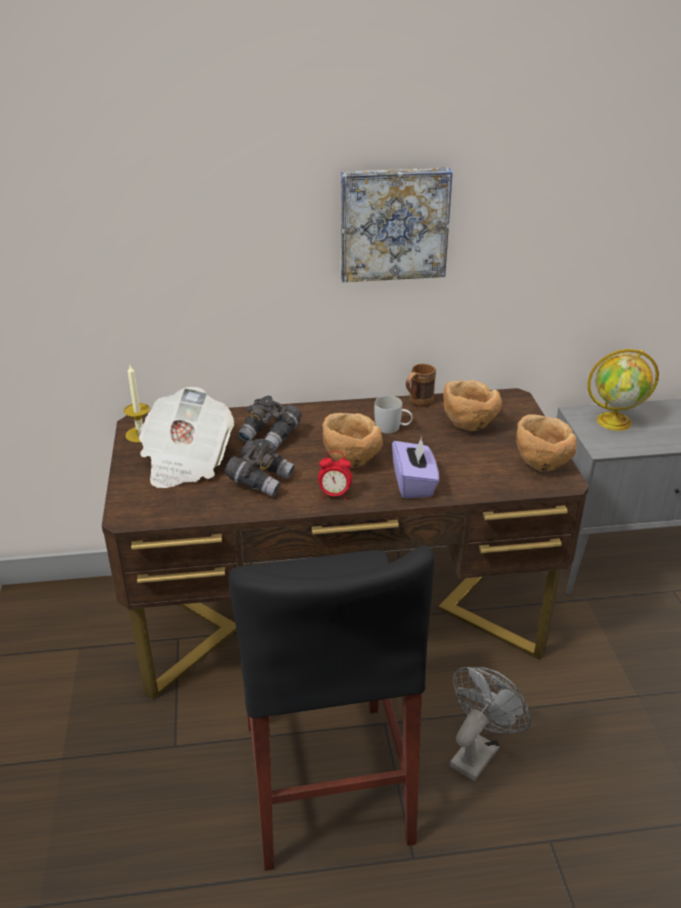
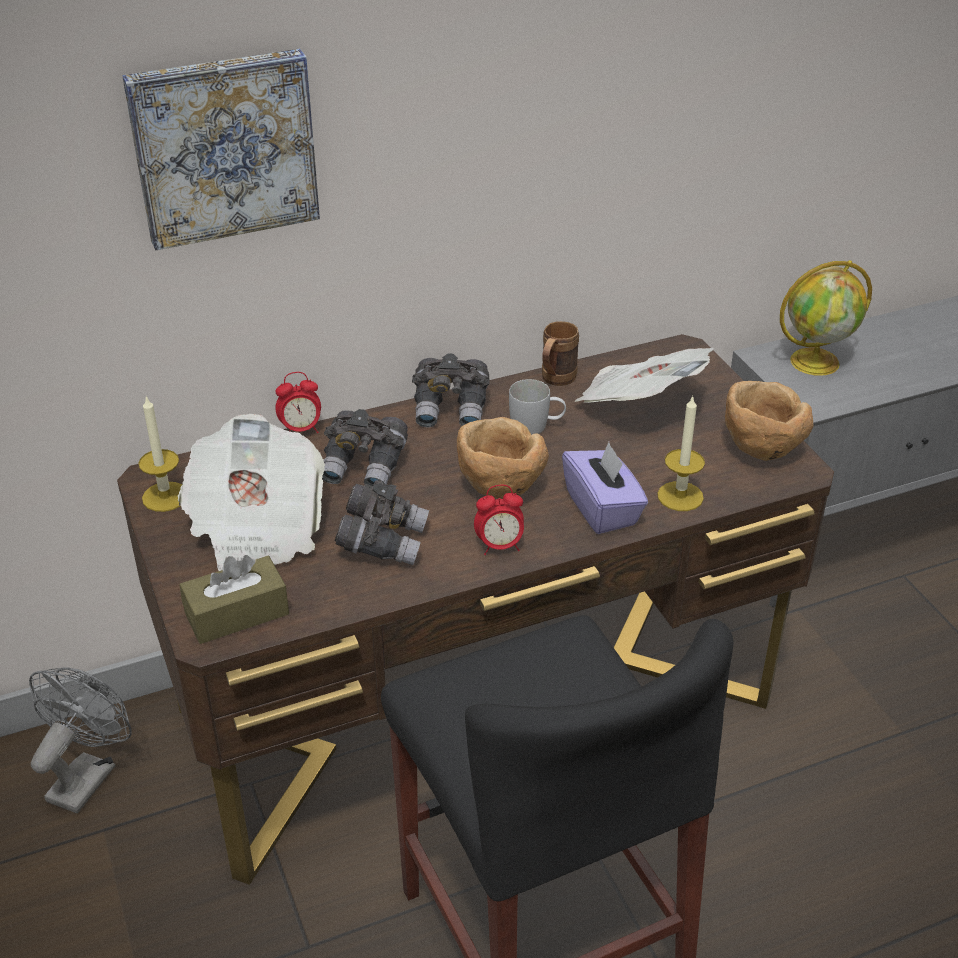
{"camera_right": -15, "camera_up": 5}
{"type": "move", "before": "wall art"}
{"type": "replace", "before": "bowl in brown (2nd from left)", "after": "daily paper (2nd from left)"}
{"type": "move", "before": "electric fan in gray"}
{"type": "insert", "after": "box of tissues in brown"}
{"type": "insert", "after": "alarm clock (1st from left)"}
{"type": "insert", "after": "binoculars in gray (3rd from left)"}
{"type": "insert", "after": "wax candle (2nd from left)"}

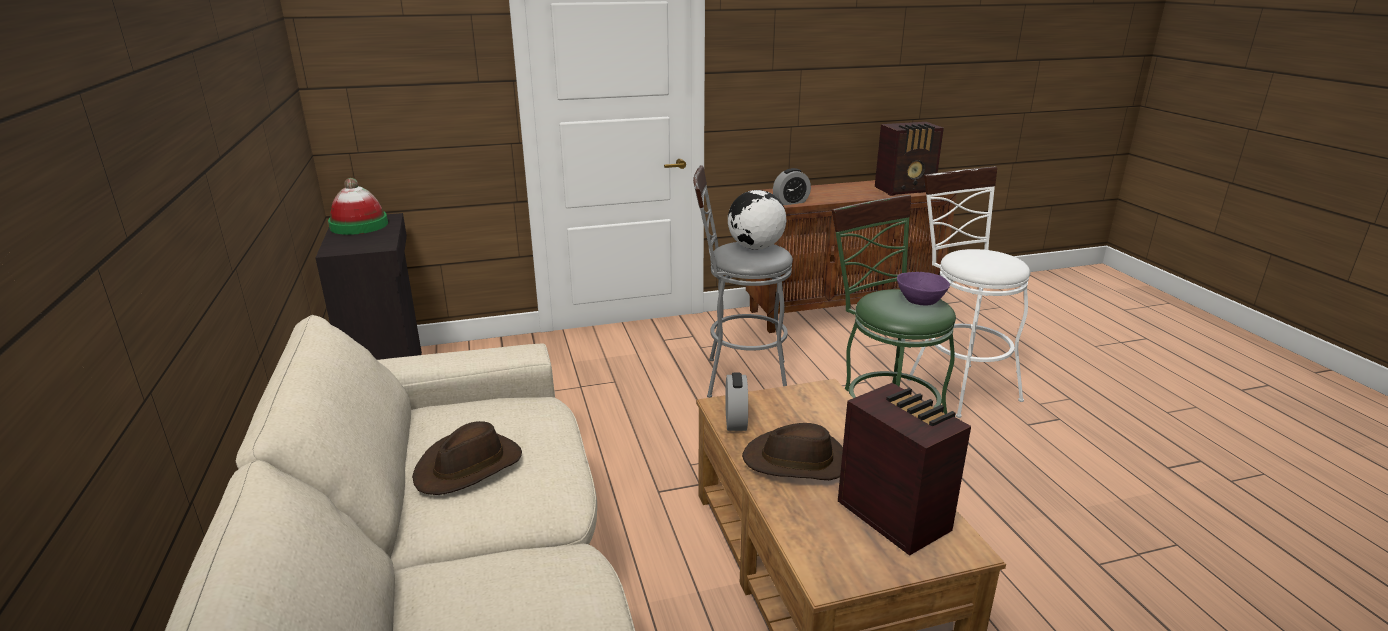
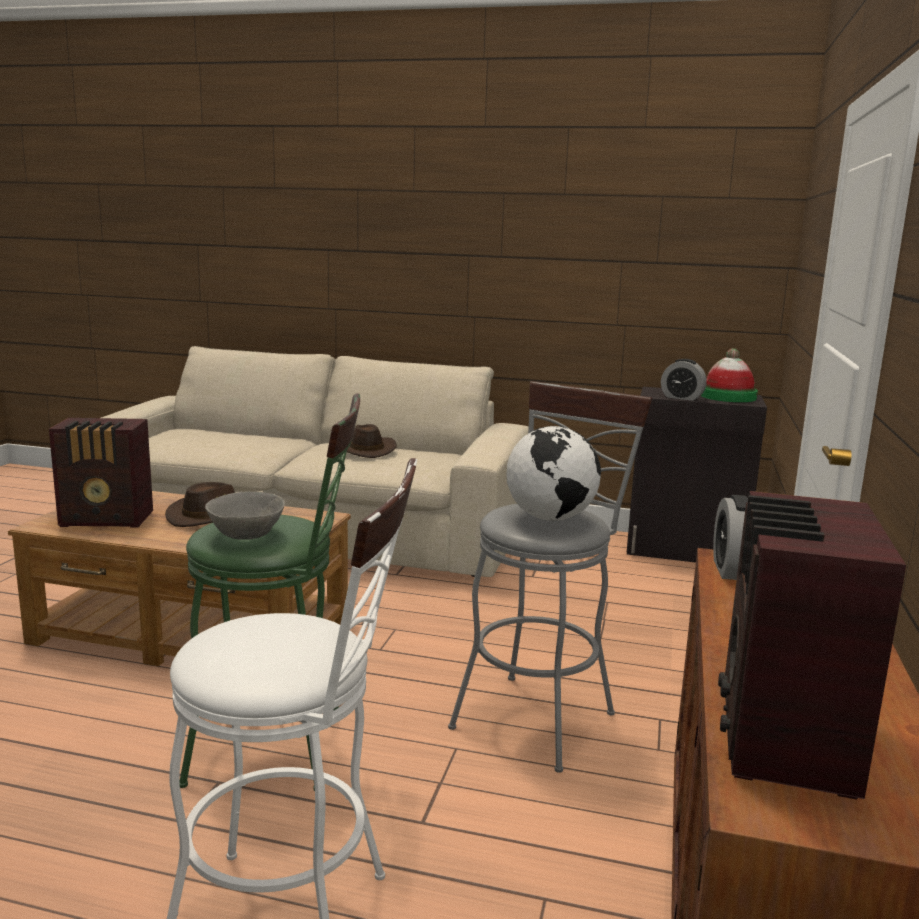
{"camera_right": 120, "camera_up": -10}
{"type": "move", "before": "alarm clock (1st from left)"}
{"type": "recolor", "before": "bowl in purplish", "after": "bowl in gray"}

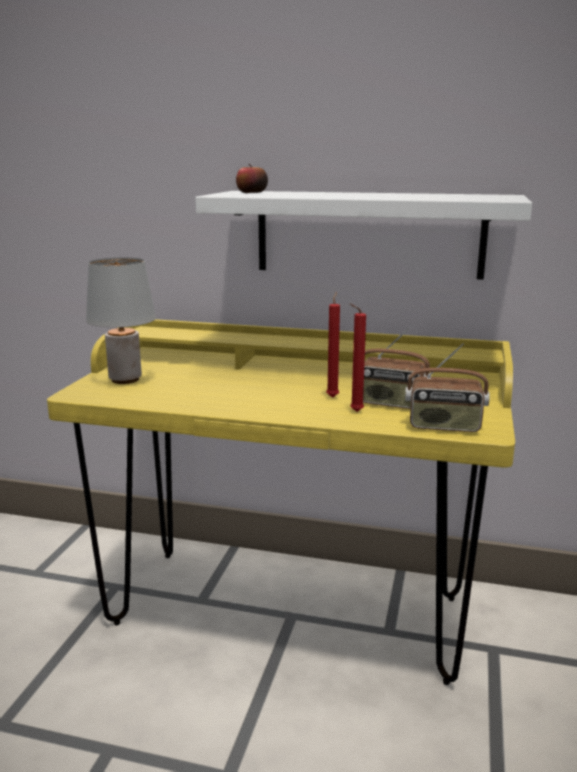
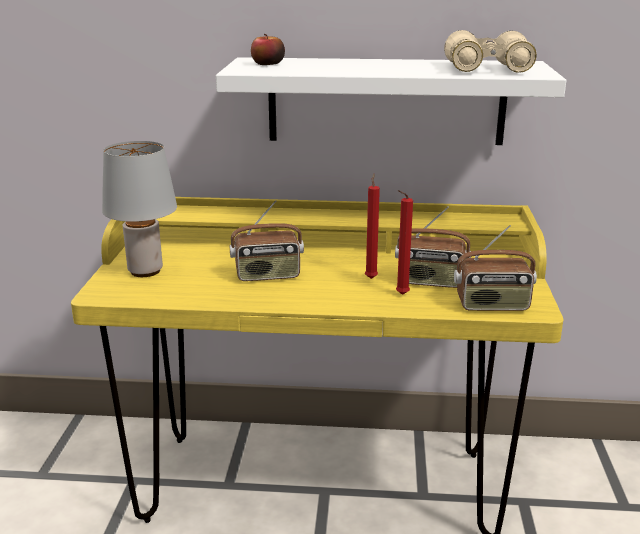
{"camera_right": -10, "camera_up": 5}
{"type": "insert", "after": "radio receiver (1st from left)"}
{"type": "insert", "after": "binoculars in beige-coloured"}

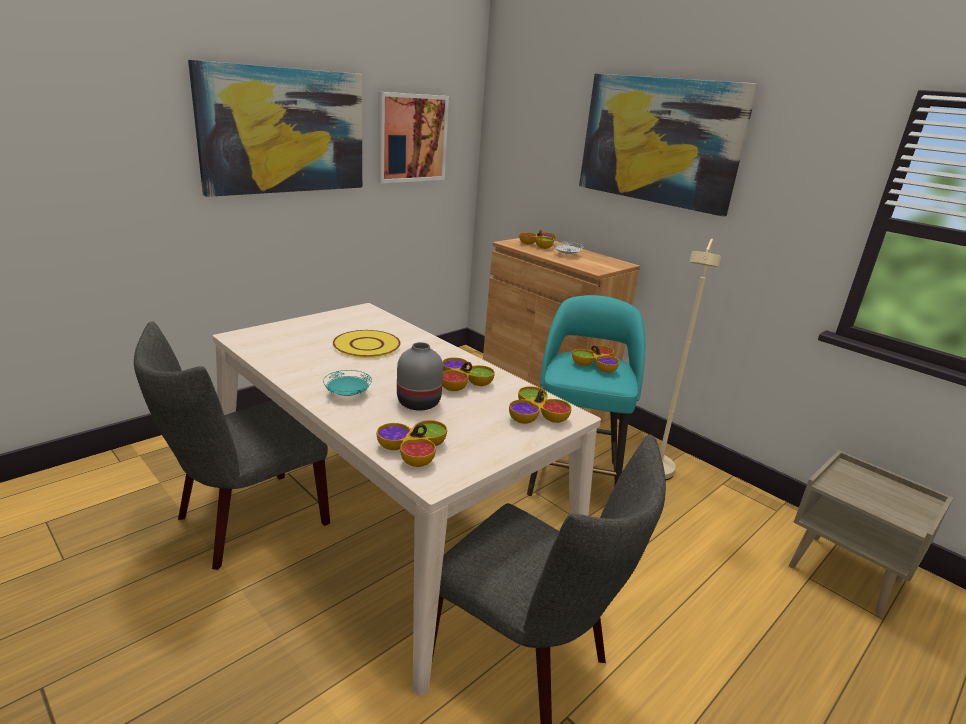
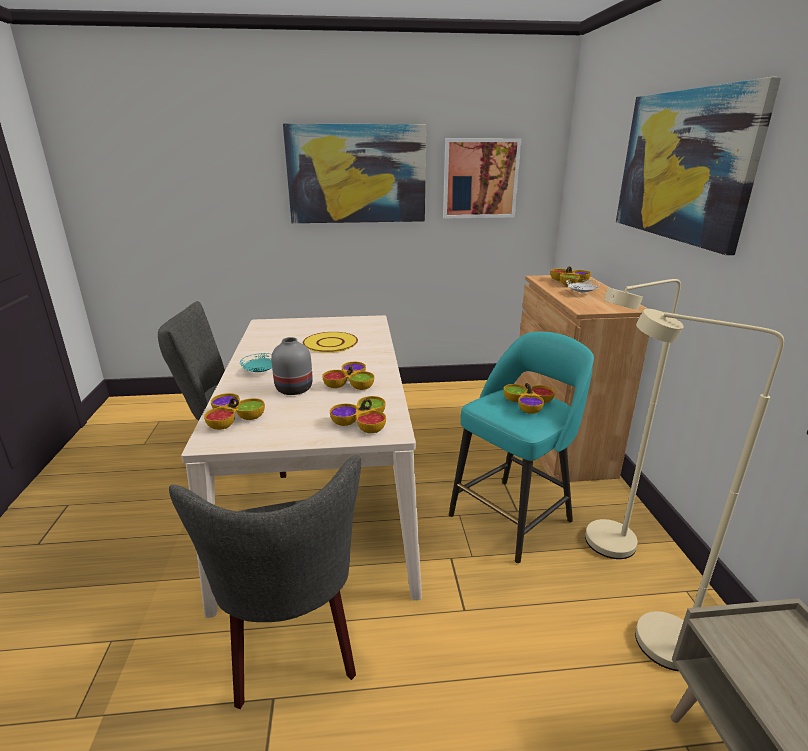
{"camera_right": 40, "camera_up": 0}
{"type": "insert", "after": "standing lamp in beige-coloured (2nd from left)"}

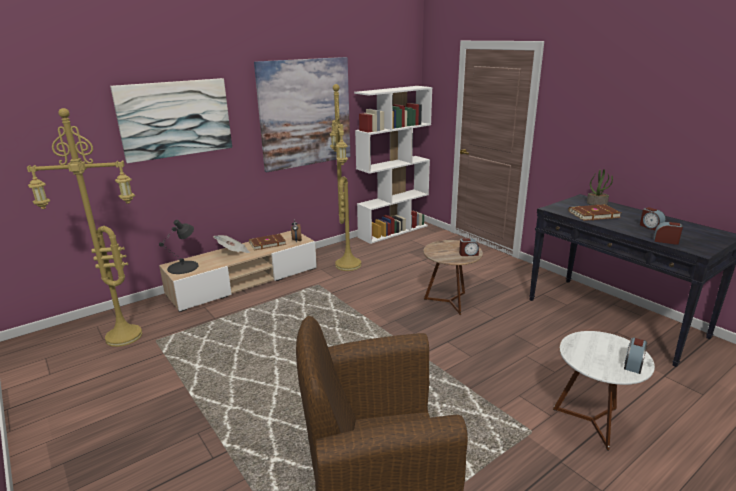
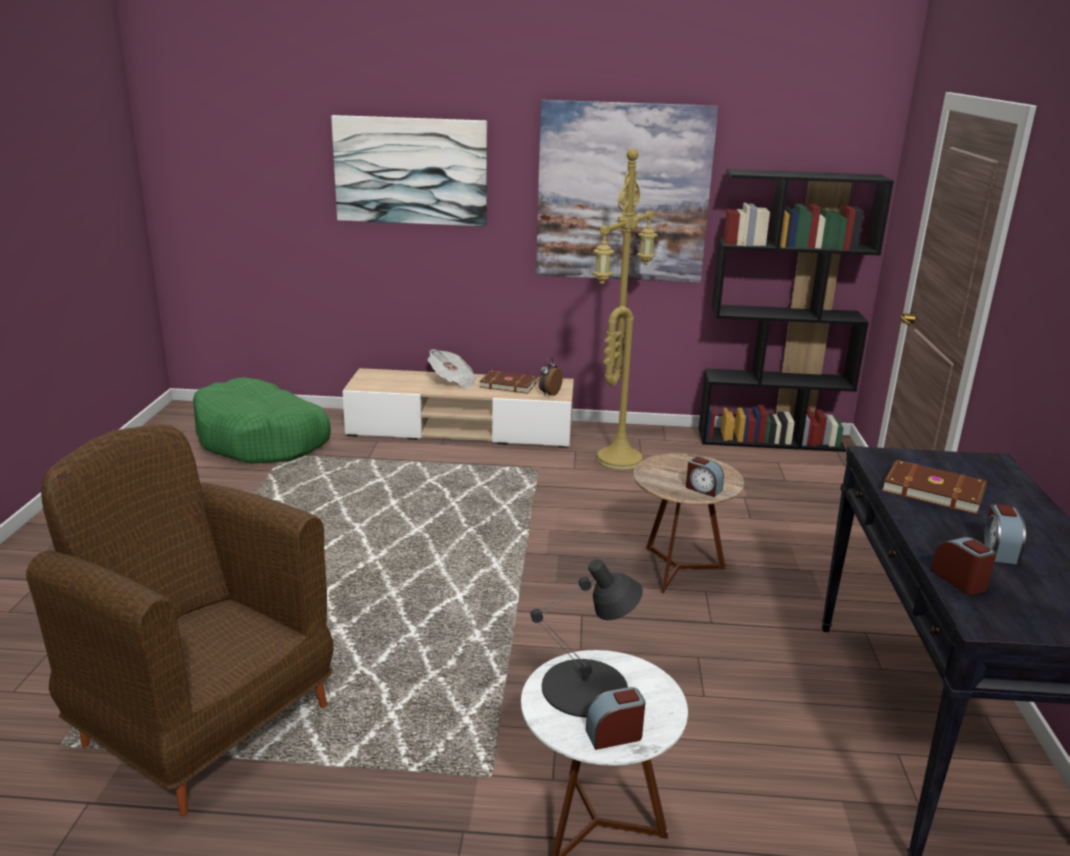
{"camera_right": 40, "camera_up": 0}
{"type": "replace", "before": "standing lamp in yellowish (1st from left)", "after": "pet bed in green-coloured"}
{"type": "move", "before": "table lamp in blackish"}
{"type": "recolor", "before": "bookcase in white-coloured", "after": "bookcase in blackish"}
{"type": "delete", "before": "houseplant"}

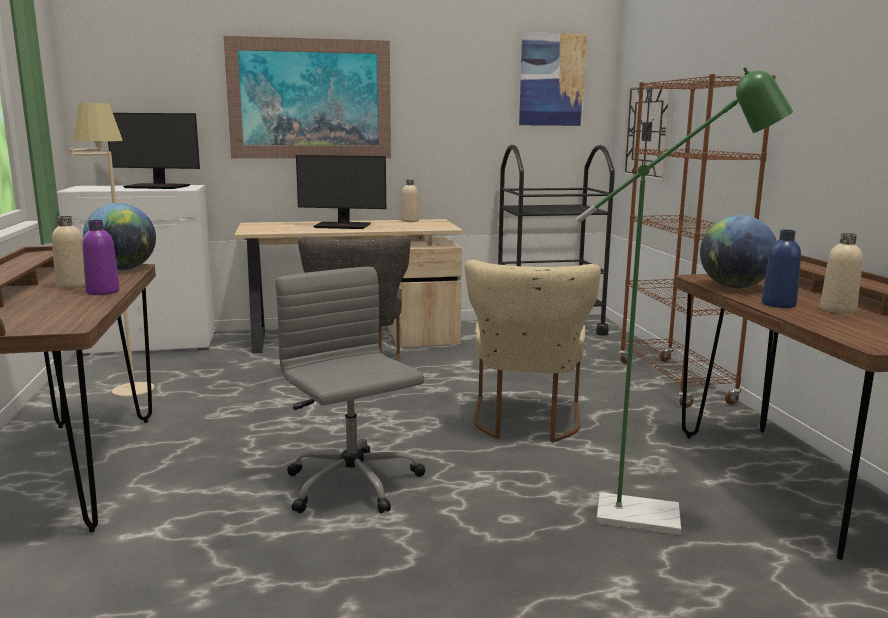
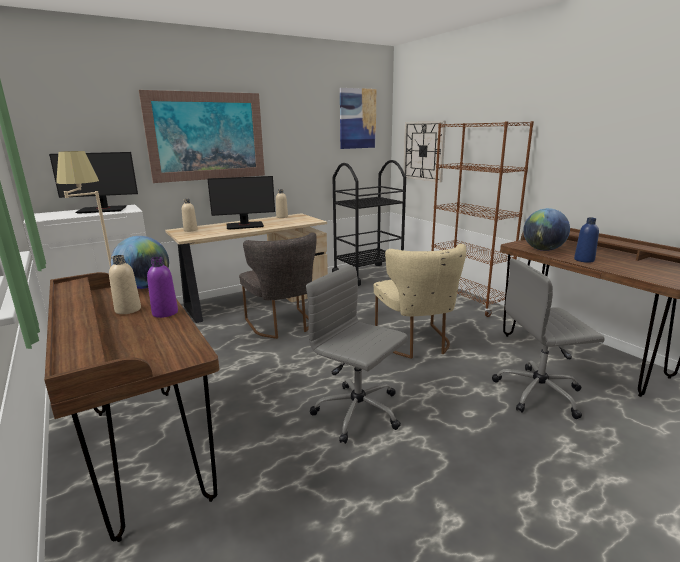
{"camera_right": -20, "camera_up": 5}
{"type": "replace", "before": "standing lamp in green-coloured", "after": "desk chair in gray (2nd from left)"}
{"type": "move", "before": "drink bottle in beige-coloured (3rd from left in the first image)", "after": "drink bottle in beige-coloured (2nd from left)"}

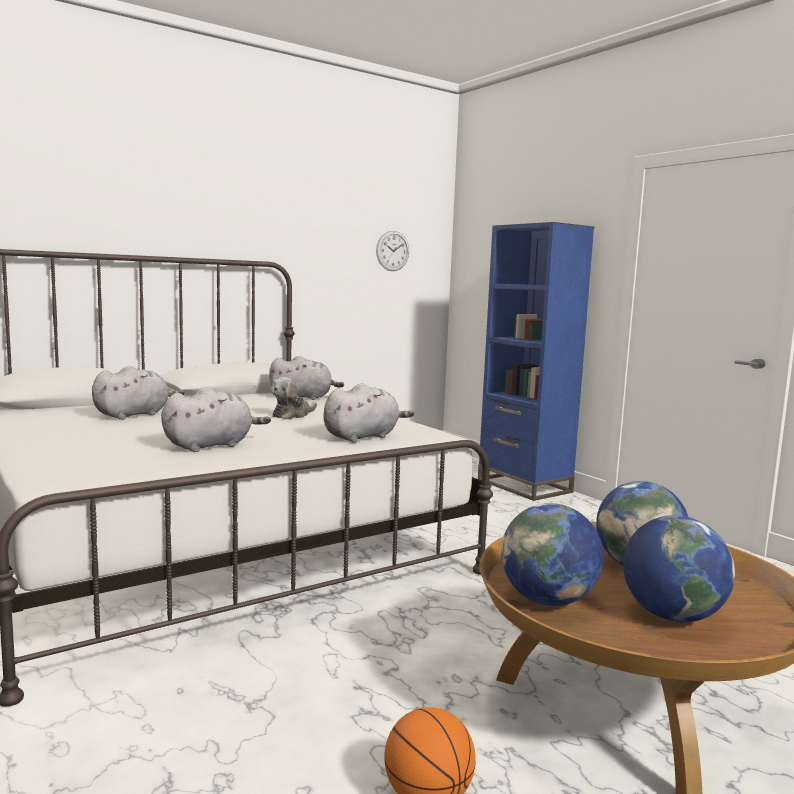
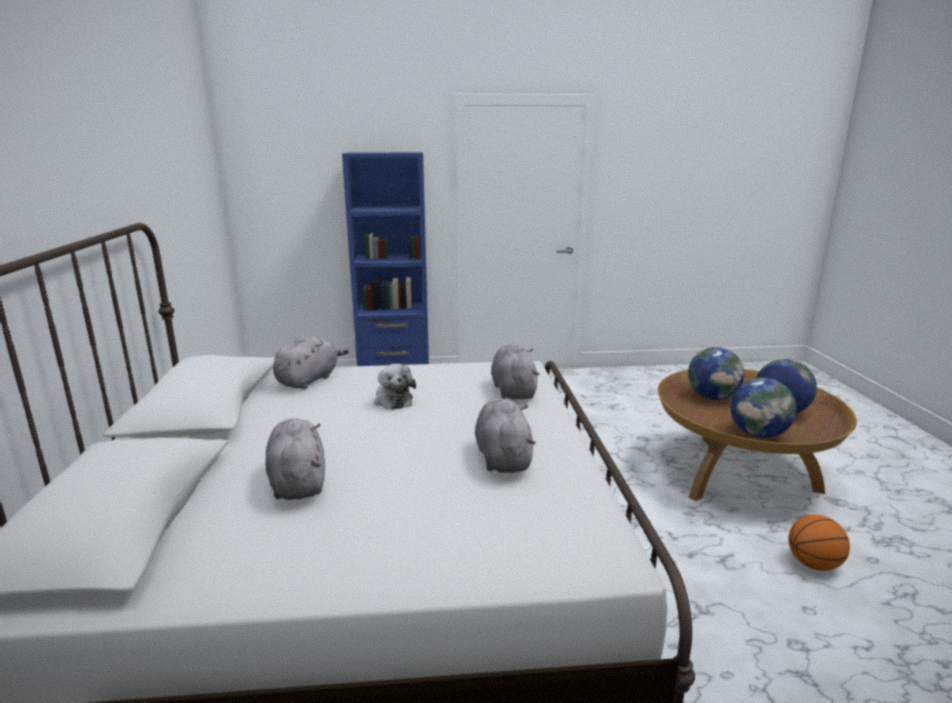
{"camera_right": -60, "camera_up": 10}
{"type": "delete", "before": "wall clock"}

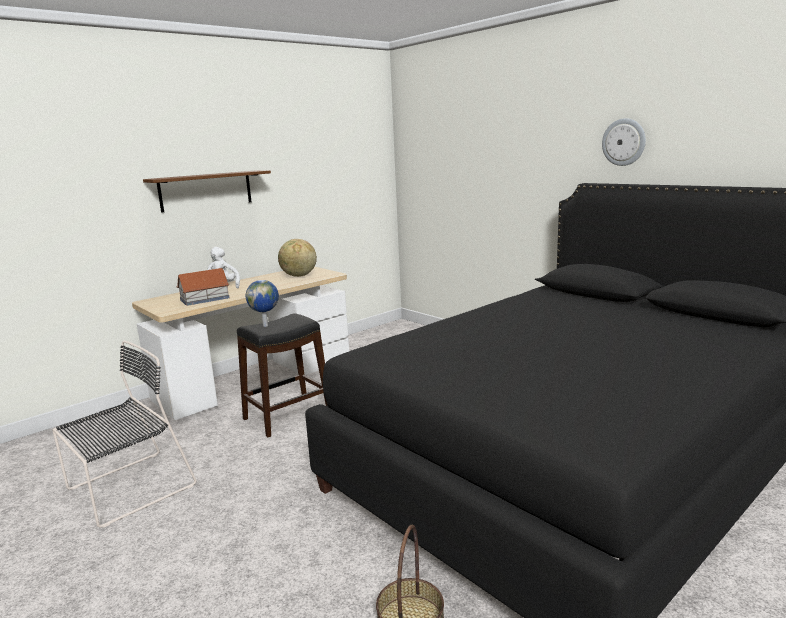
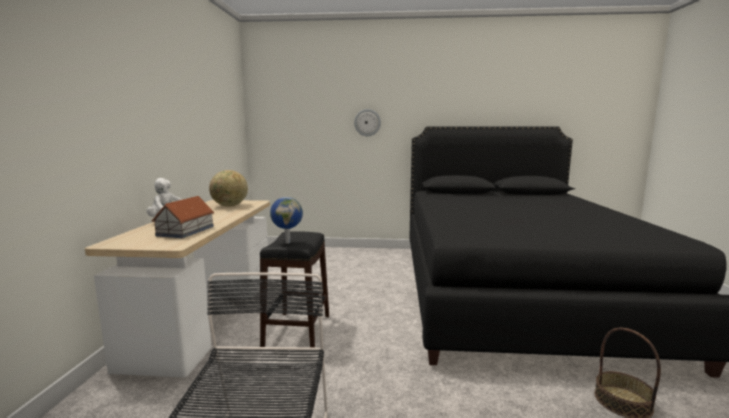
{"camera_right": -45, "camera_up": -5}
{"type": "delete", "before": "bracket shelf in brown"}
{"type": "move", "before": "wall clock"}

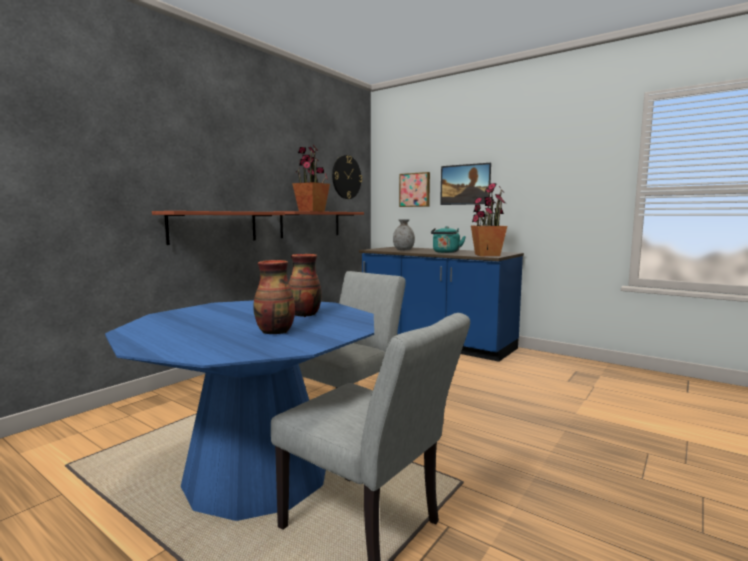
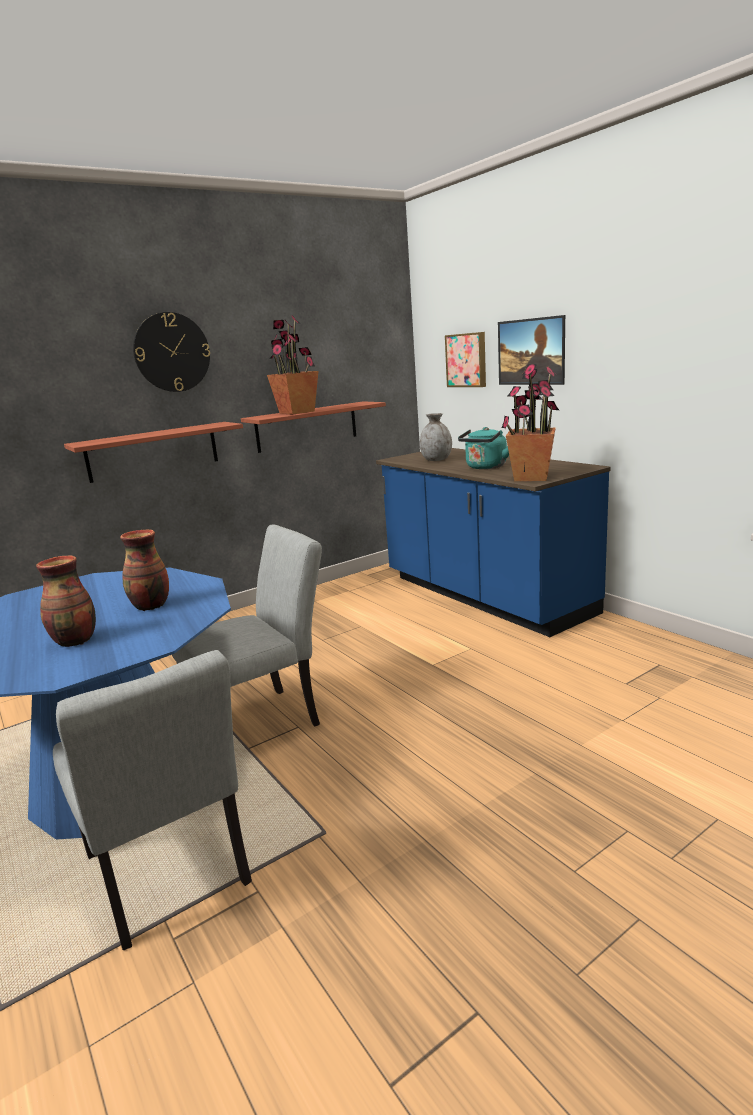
{"camera_right": 20, "camera_up": 10}
{"type": "move", "before": "wall clock"}

